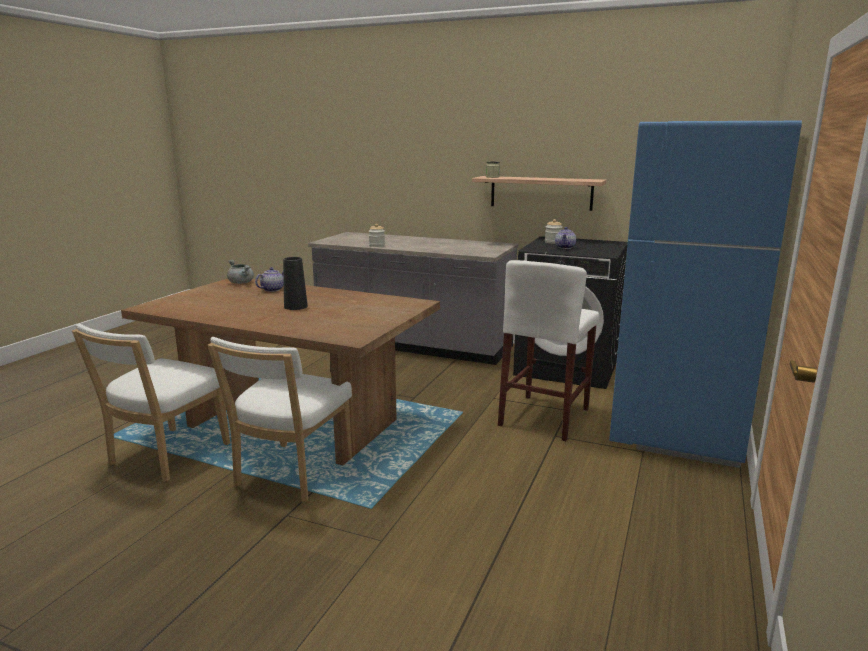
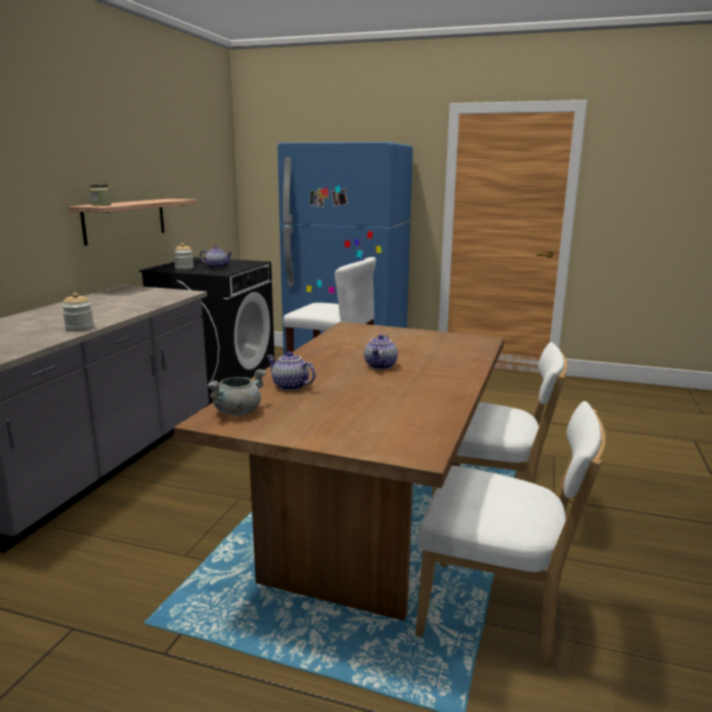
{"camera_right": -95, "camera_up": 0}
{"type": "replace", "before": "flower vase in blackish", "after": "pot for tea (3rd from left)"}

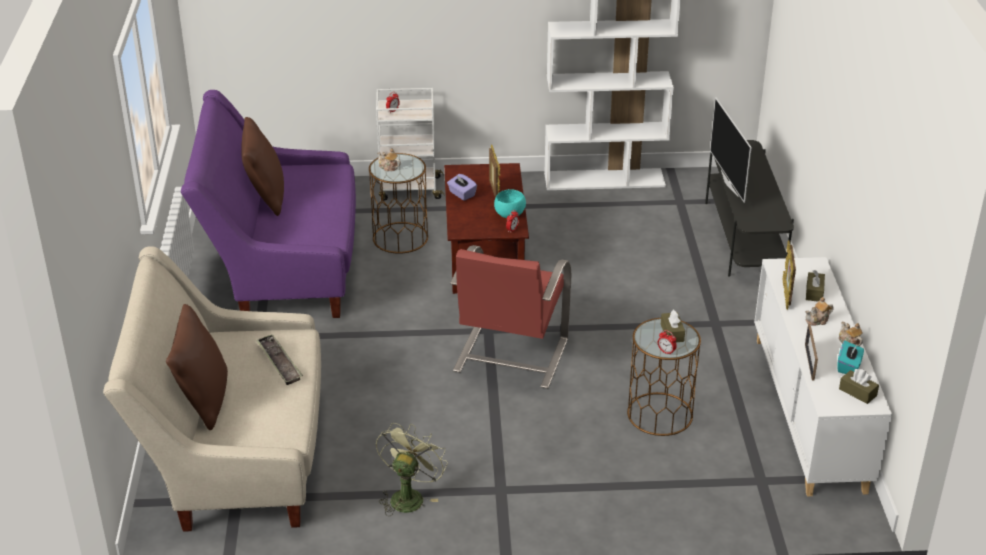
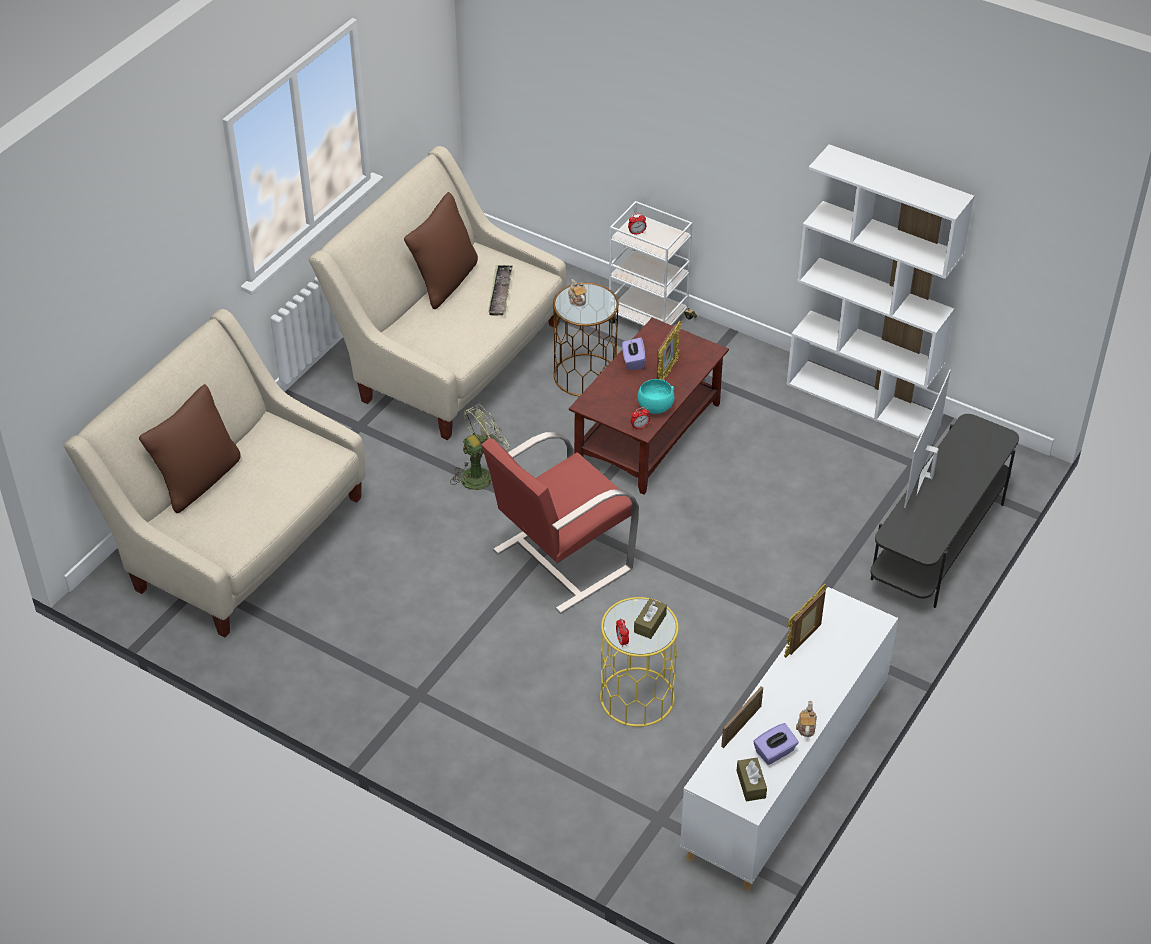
{"camera_right": 35, "camera_up": 10}
{"type": "recolor", "before": "settee in purplish", "after": "settee in beige-coloured (2nd from left)"}
{"type": "move", "before": "tray"}
{"type": "move", "before": "electric fan in green-coloured"}
{"type": "recolor", "before": "accent table in brown (2nd from left)", "after": "accent table in yellowish"}
{"type": "delete", "before": "pot for tea (2nd from left)"}
{"type": "delete", "before": "box of tissues in brown (2nd from left)"}
{"type": "recolor", "before": "box of tissues in turquoise", "after": "box of tissues in purplish (2nd from left)"}

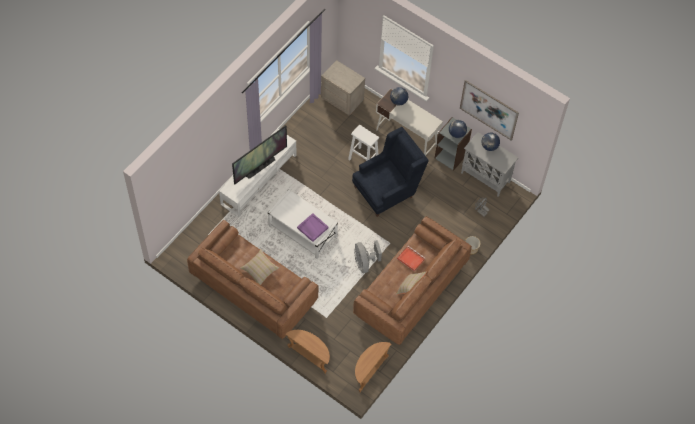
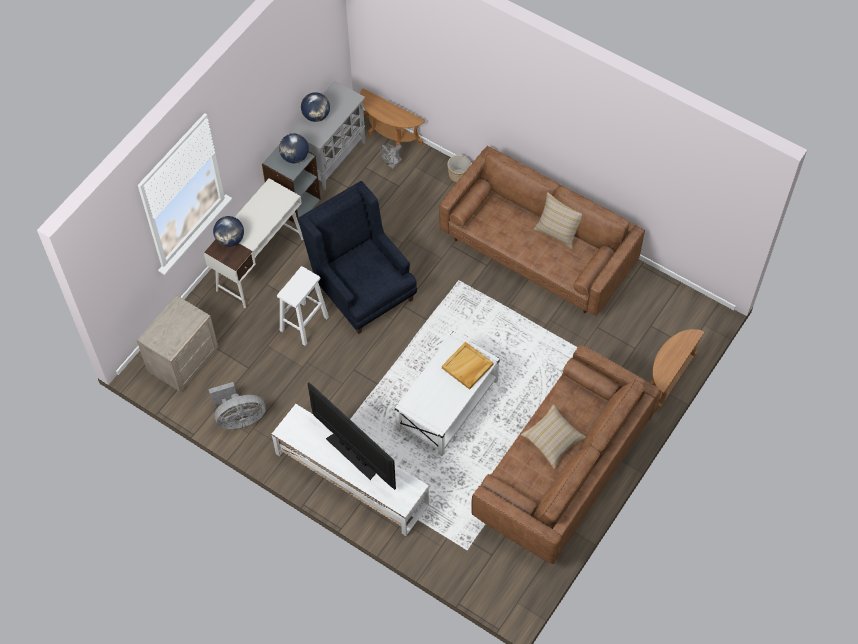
{"camera_right": -90, "camera_up": 0}
{"type": "recolor", "before": "tray in purplish", "after": "tray in beige-coloured"}
{"type": "move", "before": "electric fan in gray (1st from left)"}
{"type": "move", "before": "accent table in brown (2nd from left in the first image)", "after": "accent table in brown (1st from left)"}
{"type": "delete", "before": "tray in red-coloured"}
{"type": "delete", "before": "wall art"}

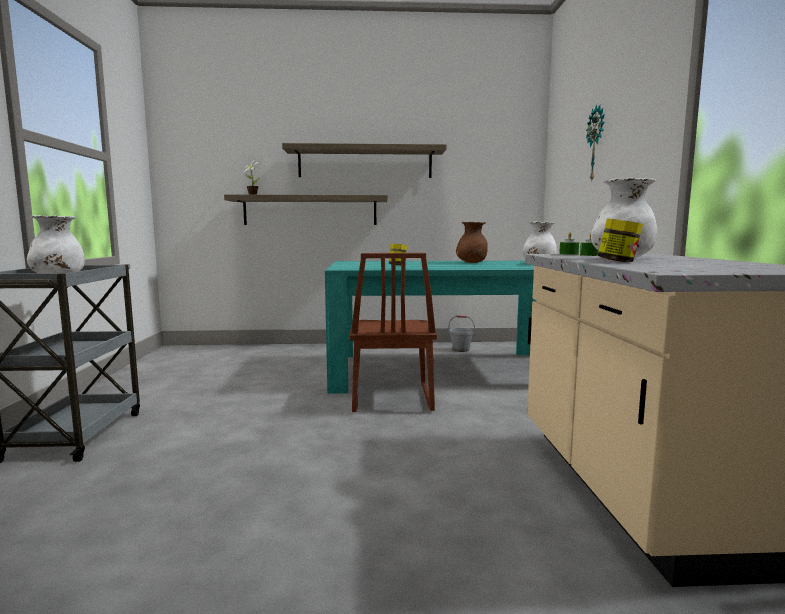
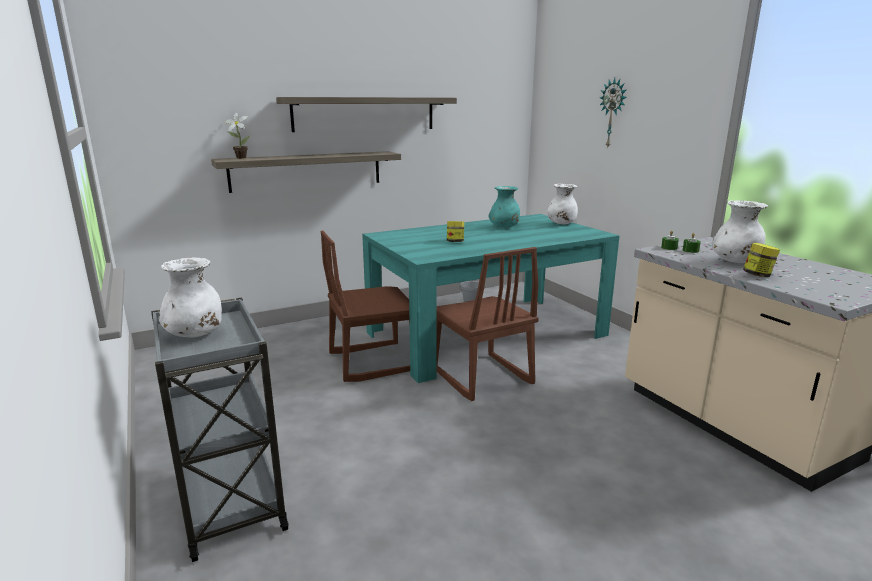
{"camera_right": -25, "camera_up": 10}
{"type": "recolor", "before": "flower vase in brown", "after": "flower vase in turquoise"}
{"type": "insert", "after": "upright chair in brown (1st from left)"}

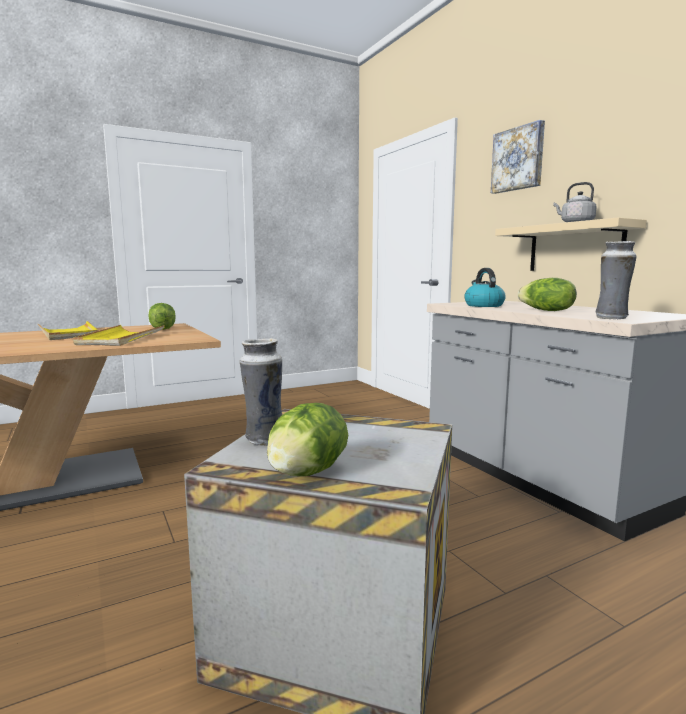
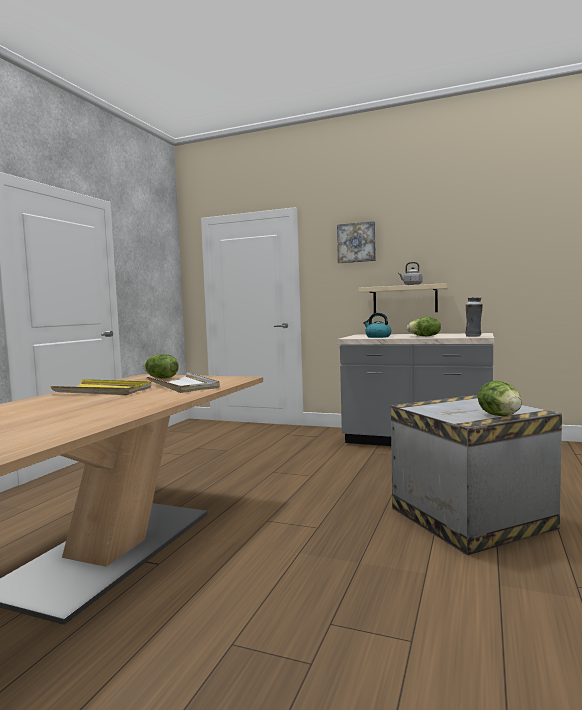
{"camera_right": -40, "camera_up": -5}
{"type": "recolor", "before": "tray in yellowish (2nd from left)", "after": "tray in white-coloured"}
{"type": "delete", "before": "flower vase (1st from left)"}

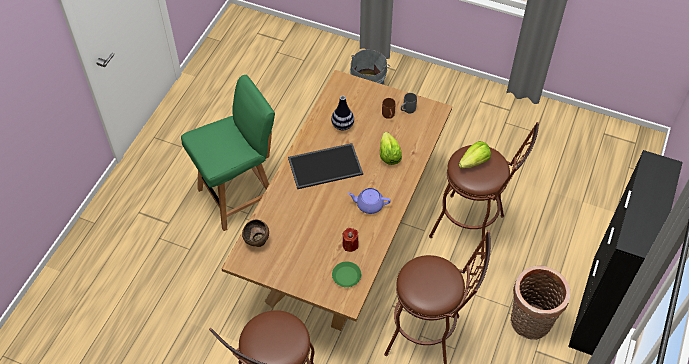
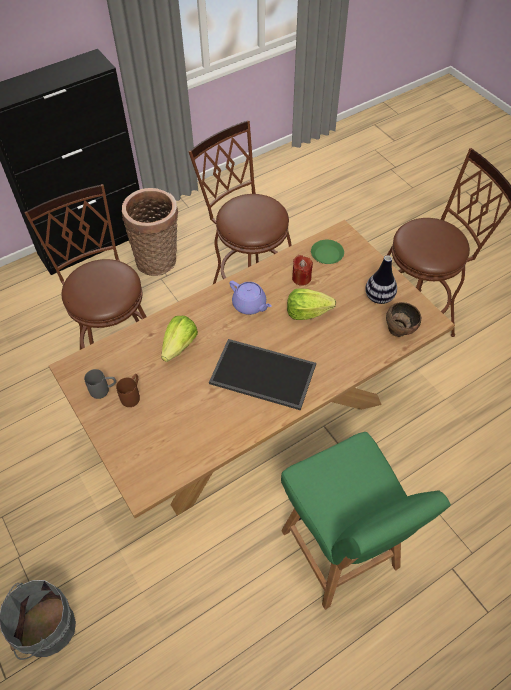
{"camera_right": -145, "camera_up": 0}
{"type": "rotate", "before": "upright chair in green-coloured", "turn": -120}
{"type": "move", "before": "flower vase"}
{"type": "move", "before": "lettuce head (2nd from left)"}

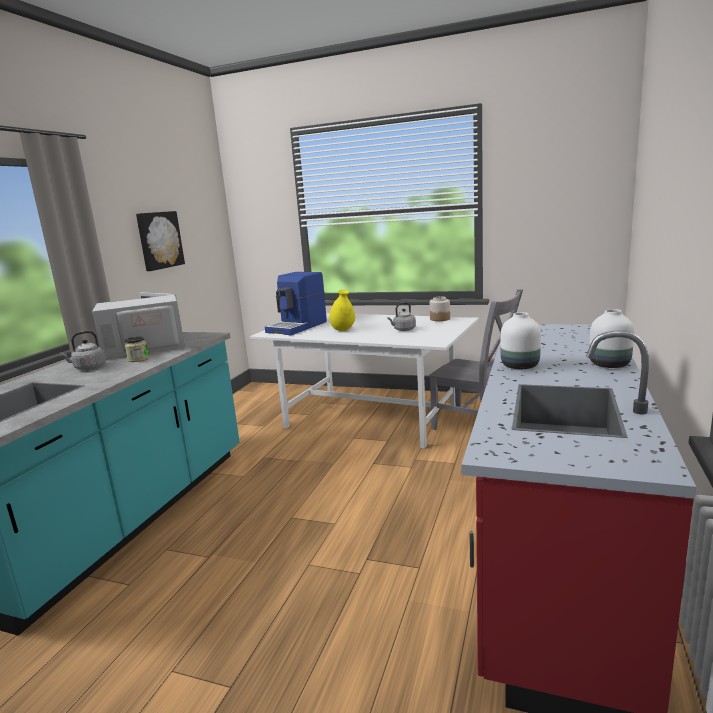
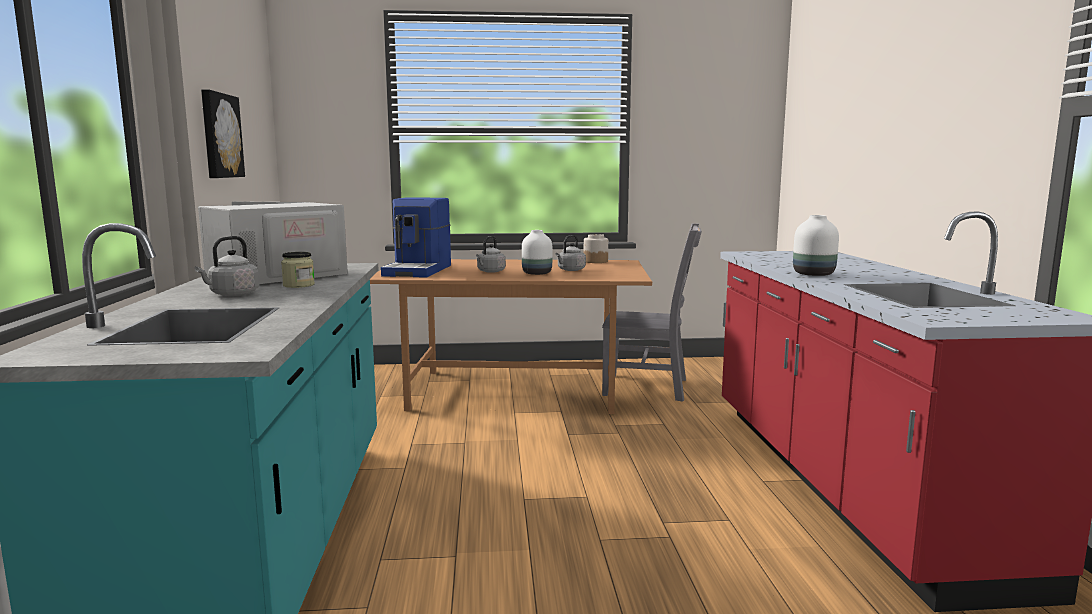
{"camera_right": -25, "camera_up": -5}
{"type": "recolor", "before": "kitchen table in white-coloured", "after": "kitchen table in brown"}
{"type": "replace", "before": "flower vase in yellowish", "after": "water kettle in gray (2nd from left)"}
{"type": "move", "before": "flower vase in white-coloured (2nd from left in the first image)", "after": "flower vase in white-coloured (1st from left)"}

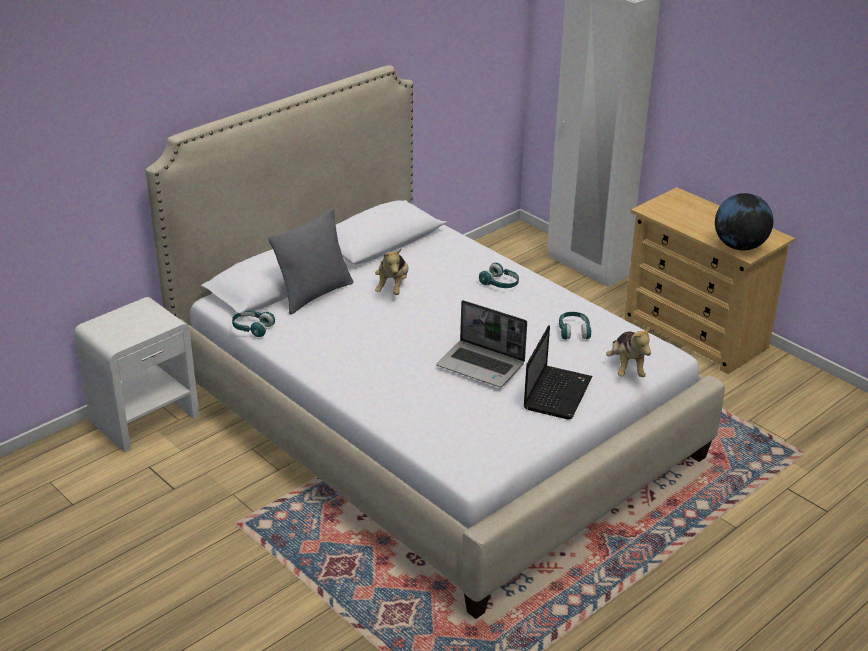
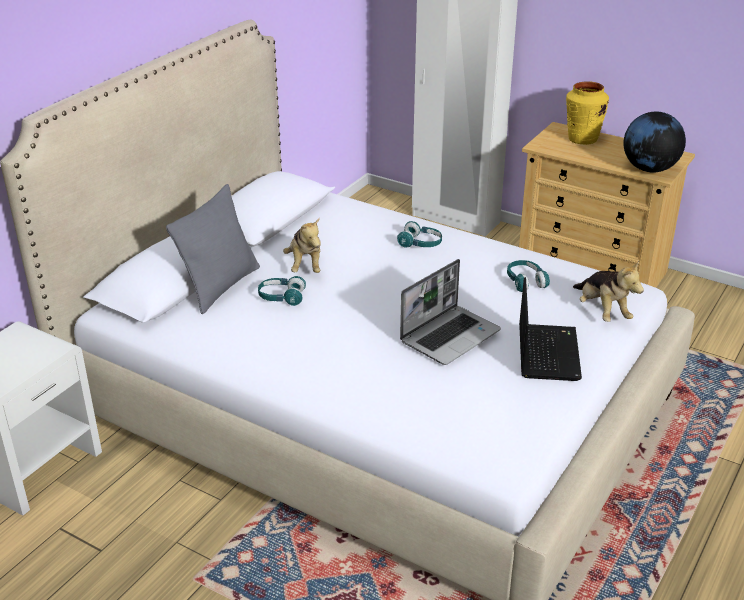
{"camera_right": -15, "camera_up": 0}
{"type": "move", "before": "headset in turquoise (1st from left)"}
{"type": "rotate", "before": "notebook computer (1st from left)", "turn": -60}
{"type": "insert", "after": "flower vase in yellowish"}

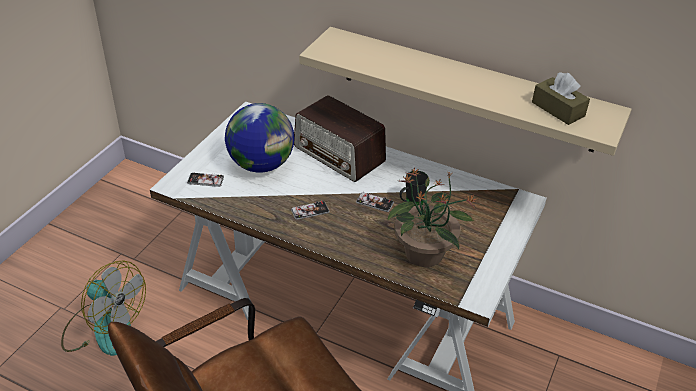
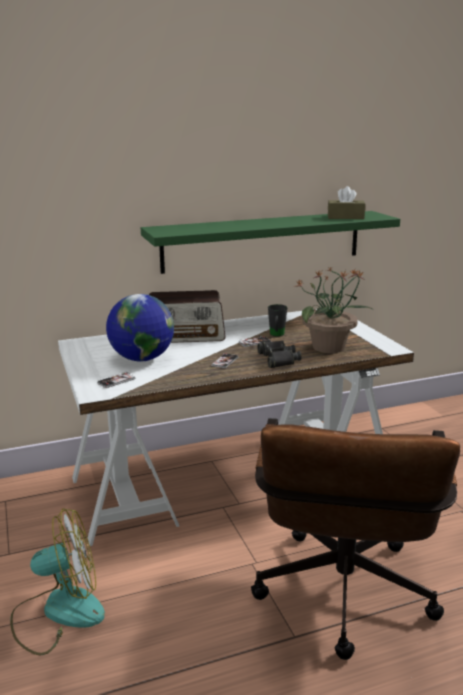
{"camera_right": -45, "camera_up": -20}
{"type": "recolor", "before": "bracket shelf in beige-coloured", "after": "bracket shelf in green-coloured"}
{"type": "insert", "after": "binoculars in blackish"}

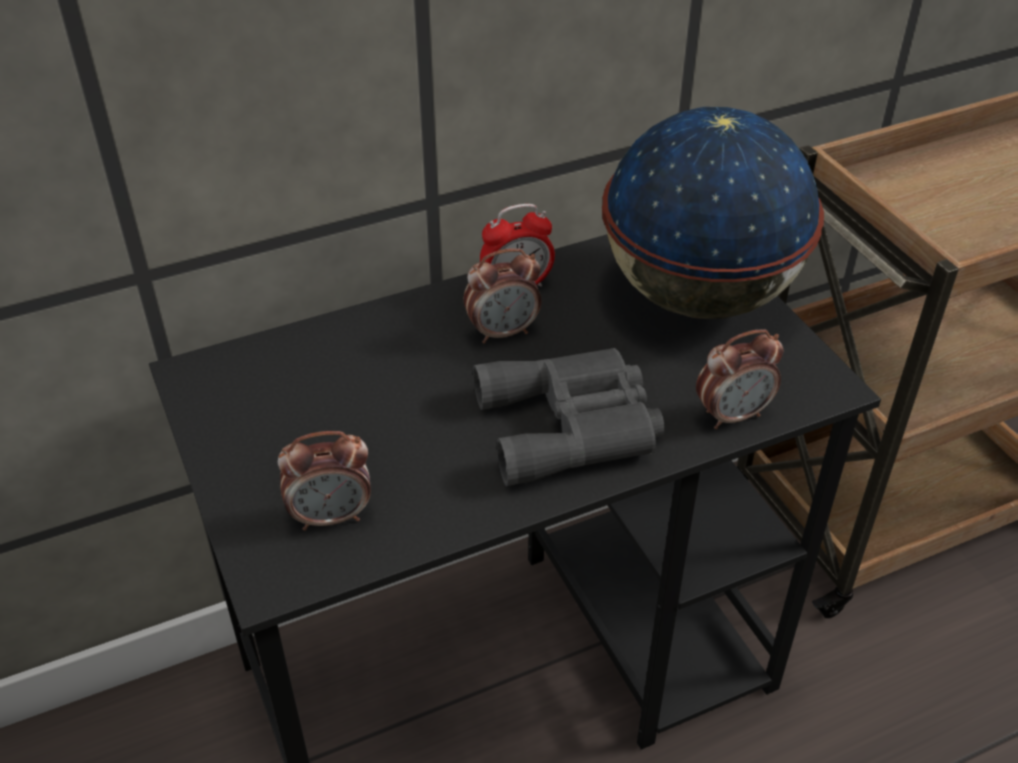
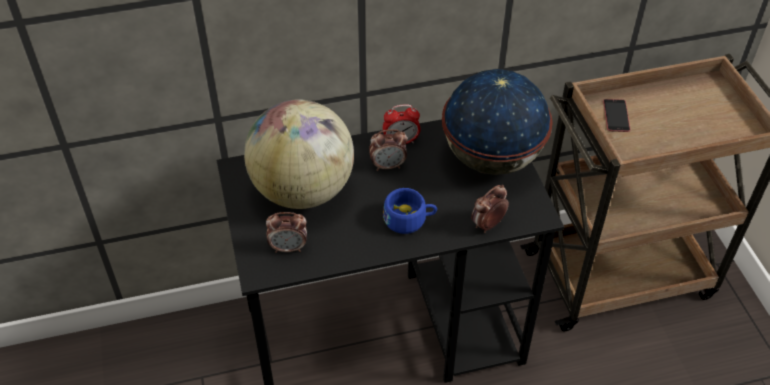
{"camera_right": 10, "camera_up": 5}
{"type": "replace", "before": "binoculars in gray", "after": "cup in blue-coloured"}
{"type": "rotate", "before": "alarm clock (4th from left)", "turn": 150}
{"type": "insert", "after": "globe (1st from left)"}
{"type": "insert", "after": "telephone"}

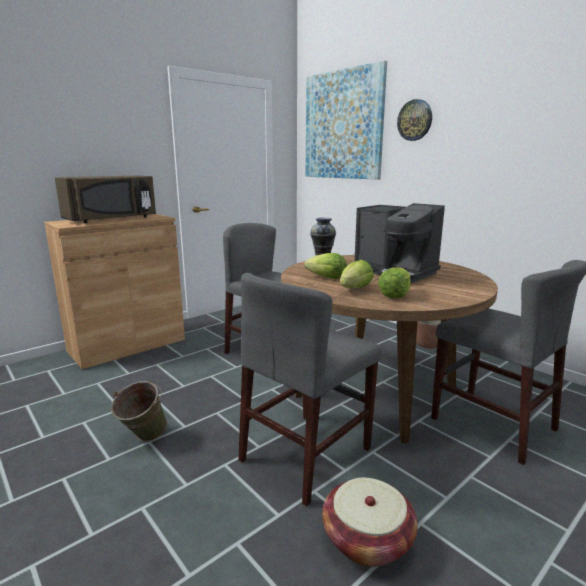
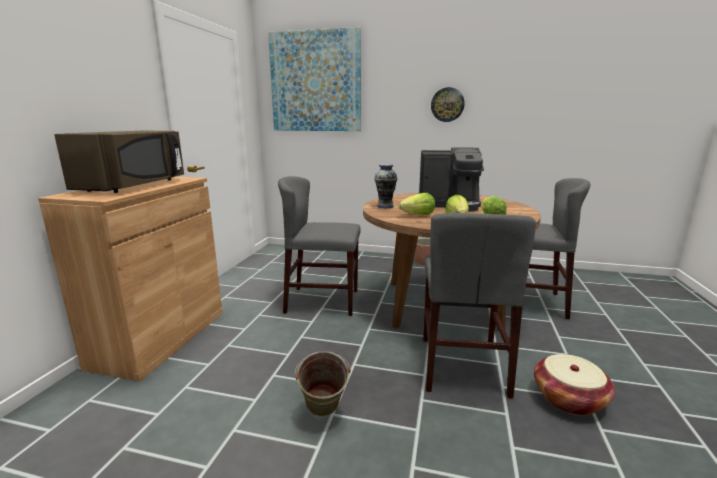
{"camera_right": -35, "camera_up": 0}
{"type": "move", "before": "wall clock"}

